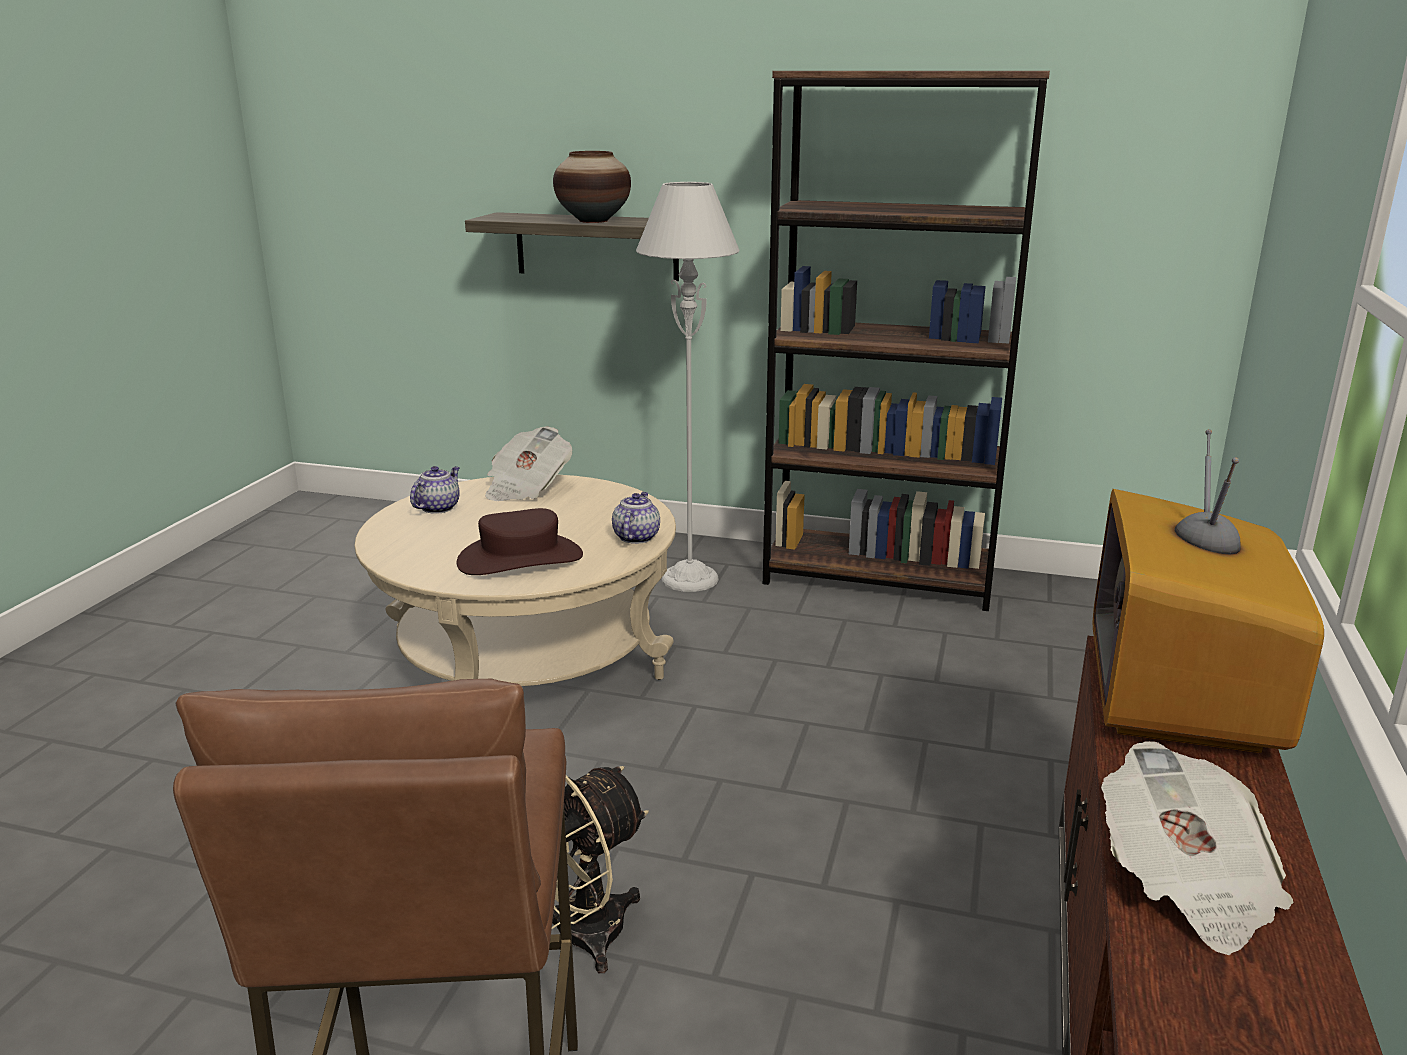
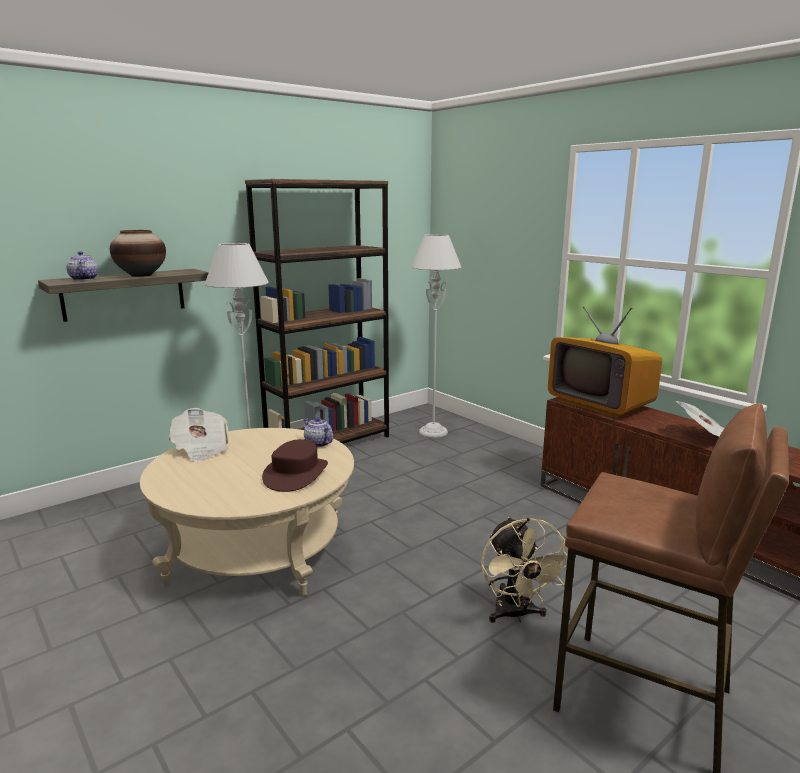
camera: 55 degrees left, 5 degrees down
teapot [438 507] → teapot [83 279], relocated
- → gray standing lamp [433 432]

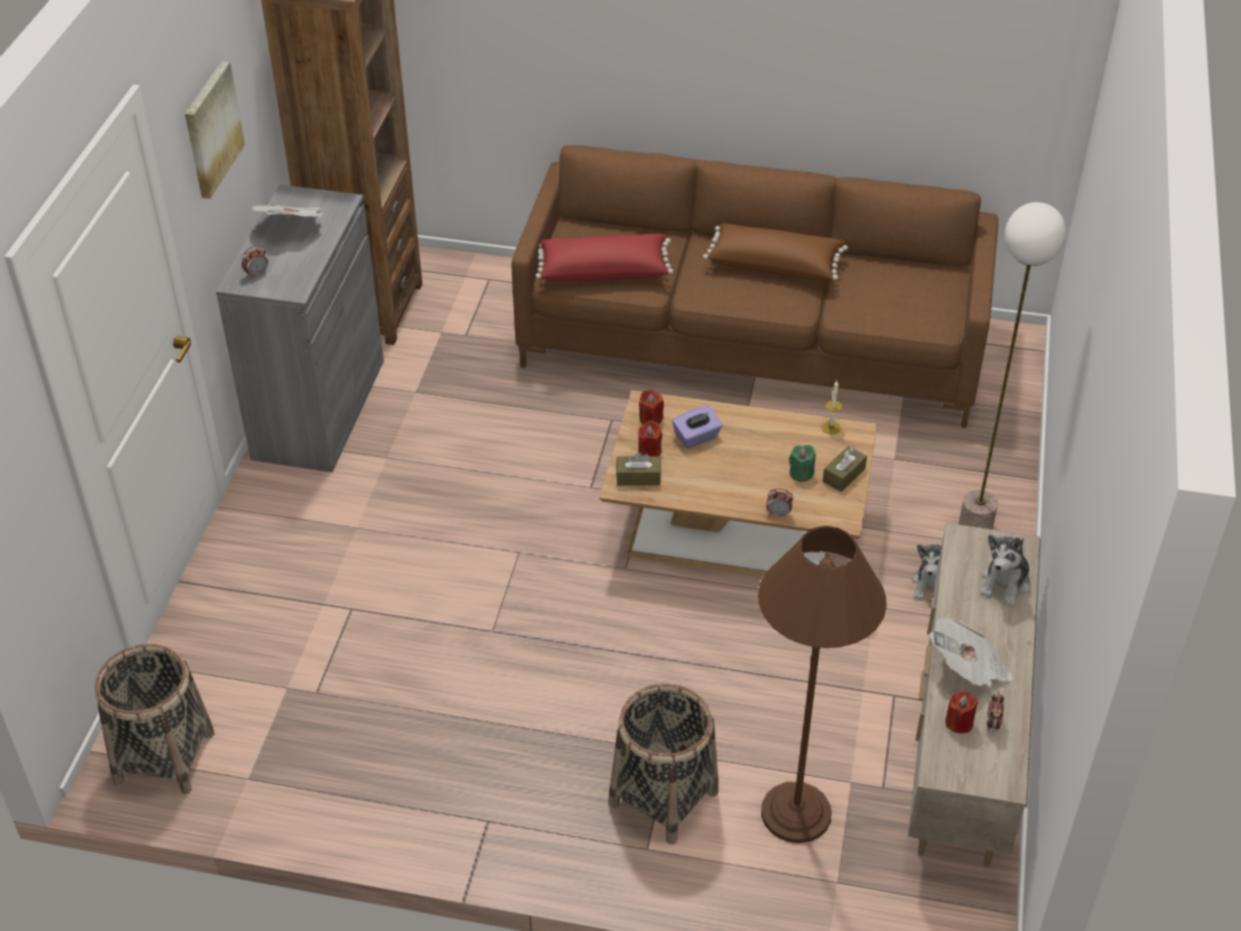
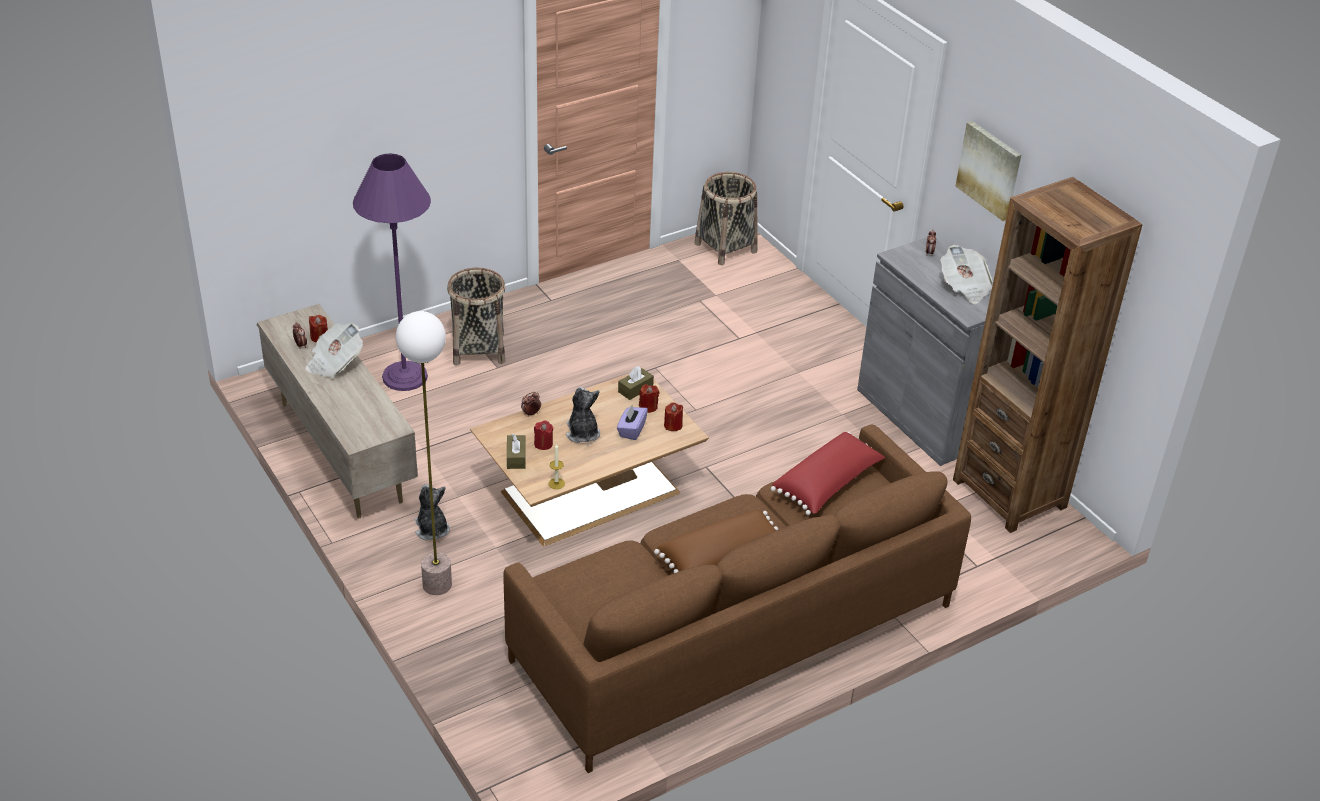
camera: 135 degrees right, 5 degrees down
brownish standing lamp [796 812] → purple-coloured standing lamp [405 377]
green-coloured candle [801 473] → red candle [543 444]
soft toy [1005 584] → soft toy [582 433], relocated

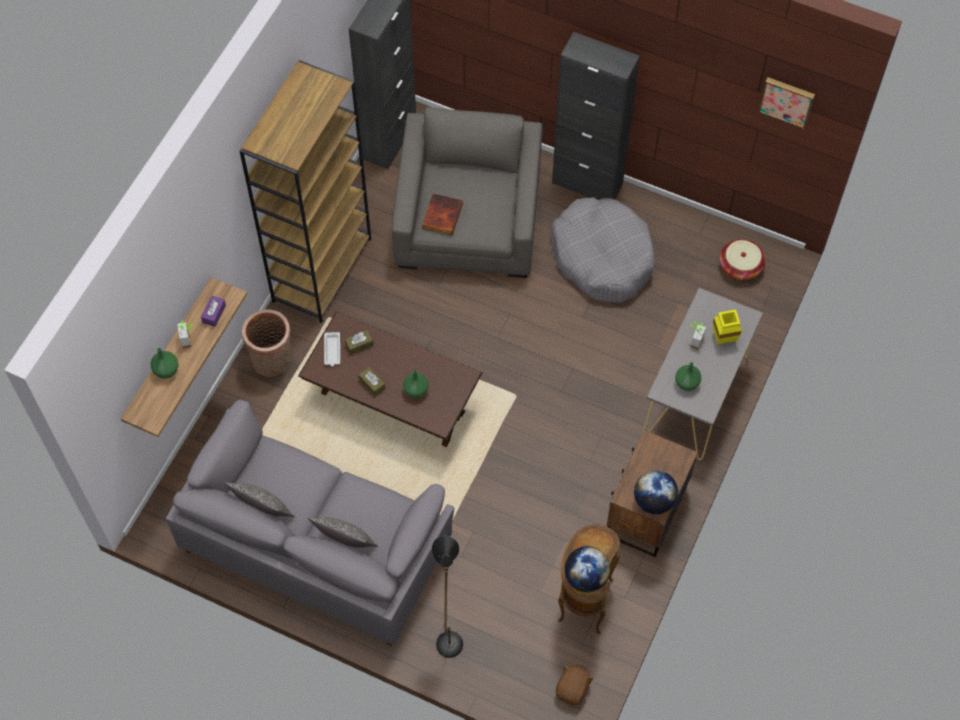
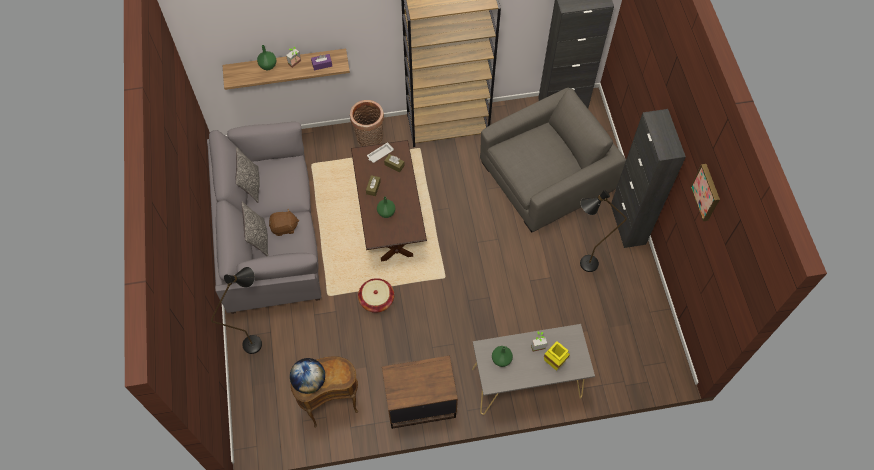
camera: 55 degrees right, 0 degrees up
book [441 215] → -
gray dog cushion [602 257] → blackish standing lamp [582 265]
brownish soft toy [573 689] → brownish soft toy [284 227], relocated
globe [654 501] → -
household basket [740 266] → household basket [376 300], relocated
wall picture [787 101] → wall picture [707 192], relocated

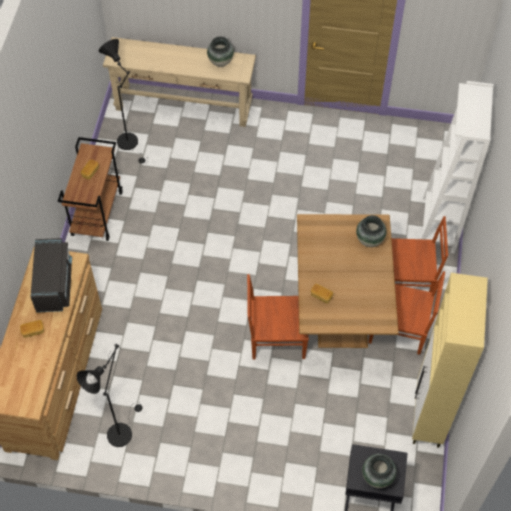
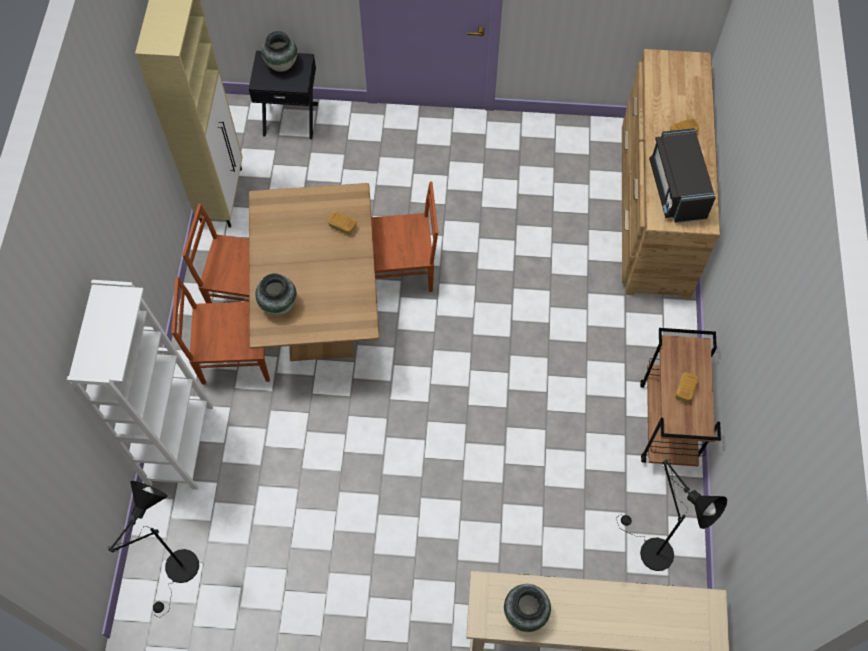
camera: 175 degrees right, 5 degrees up
blackish standing lamp [121 430] → blackish standing lamp [180 573], relocated

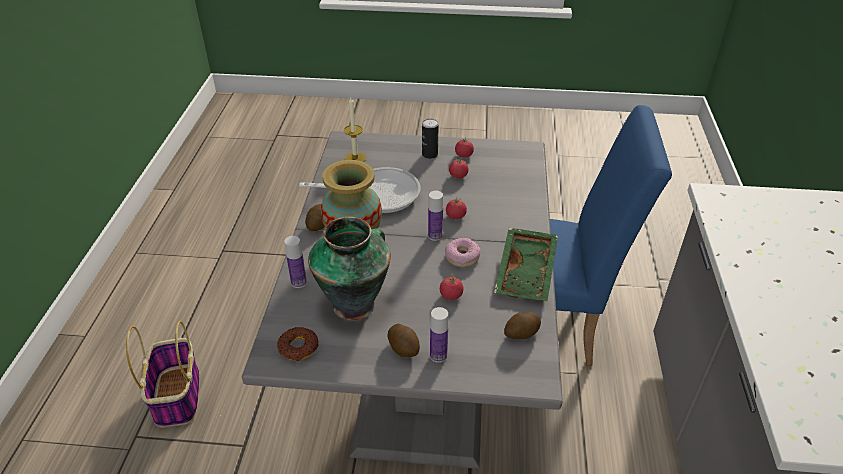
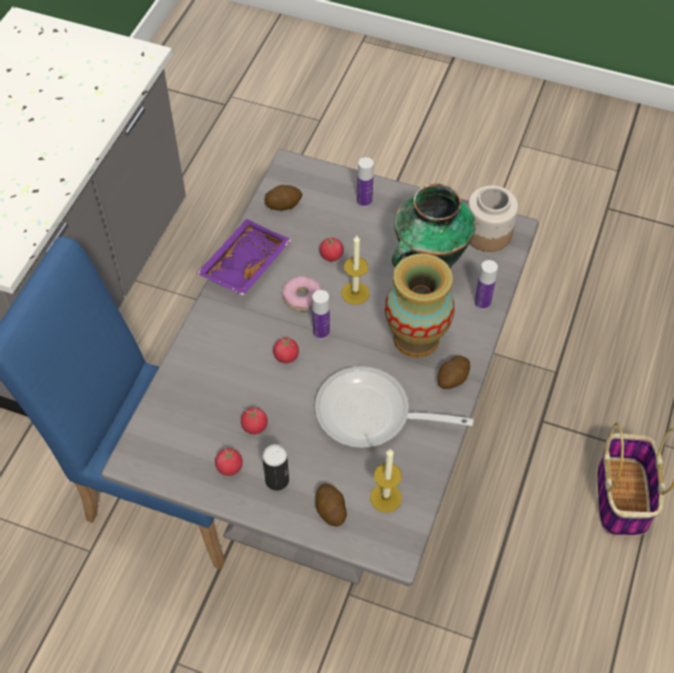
camera: 165 degrees left, 15 degrees up
ring doughnut [298 347] → storage jar [487 233]
spud [404 348] → spud [330 510], relocated
green-coloured serving tray [527 273] → purple-coloured serving tray [244 264]
- → candle [355 293]

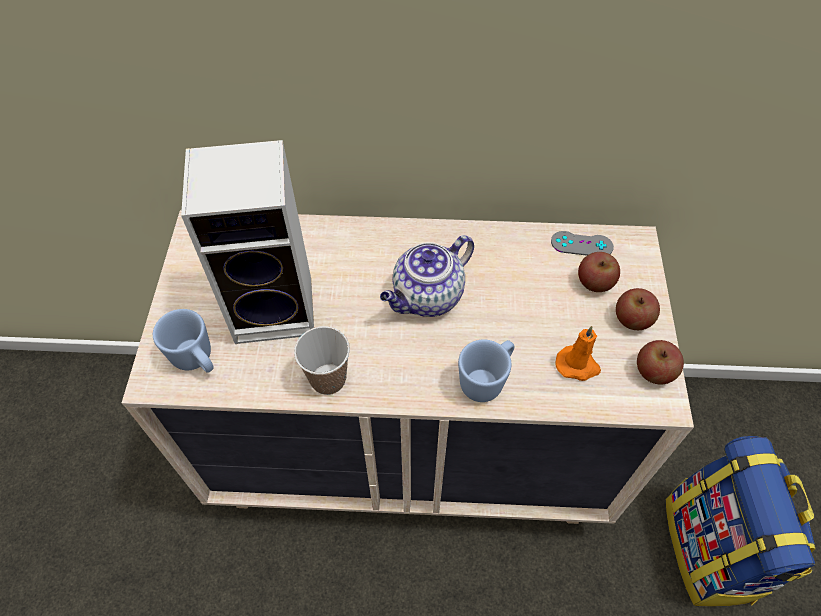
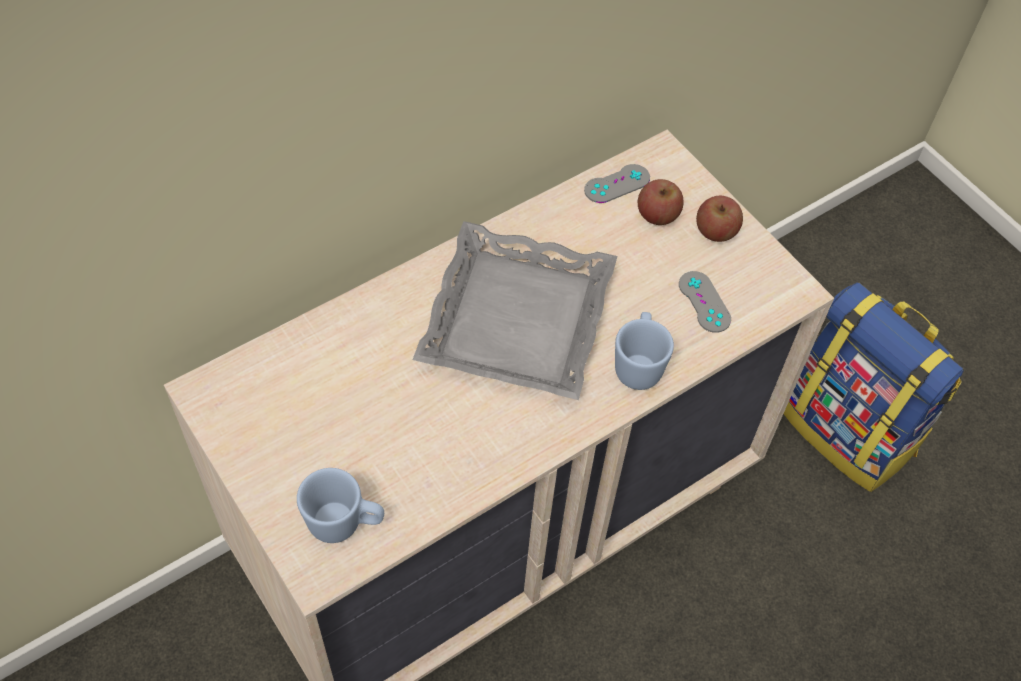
camera: 40 degrees left, 0 degrees up
speaker [278 307] → -
drinking cup [328 379] → -
teapot [427 297] → gray serving tray [519 320]
orangey candle [578 365] → gray gamepad [704 302]
apple [654 371] → -

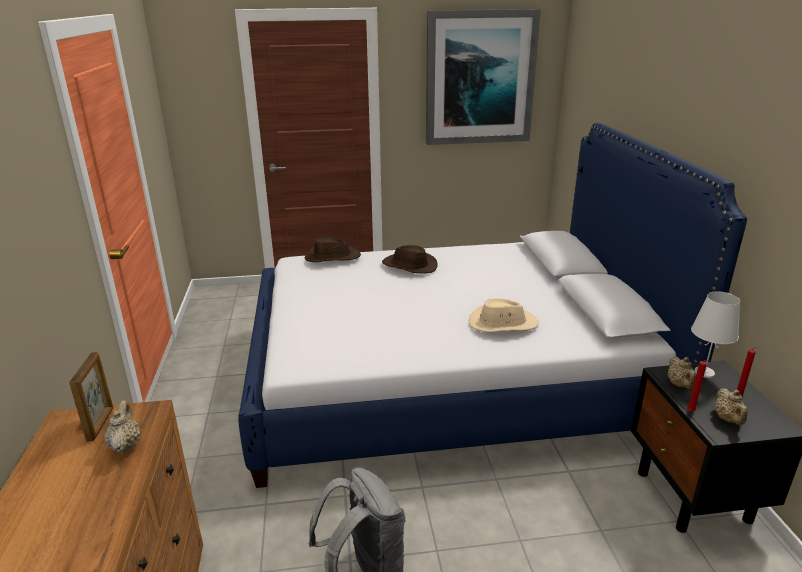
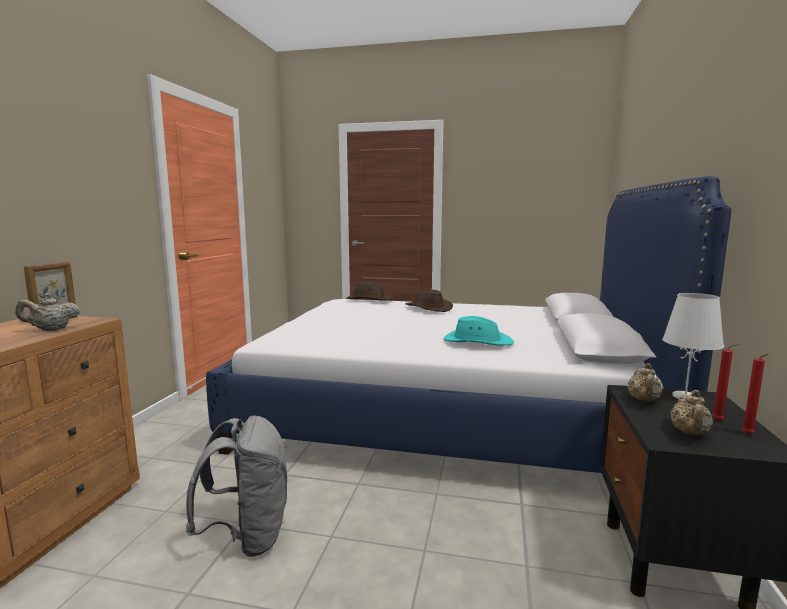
camera: 20 degrees right, 15 degrees down
beige teapot [126 445] → beige teapot [51 330], 120 degrees counterclockwise
wall picture [479 78] → -
beige clothing hat [502 323] → turquoise clothing hat [477 342]
red candle [691 412] → red candle [749 435], relocated

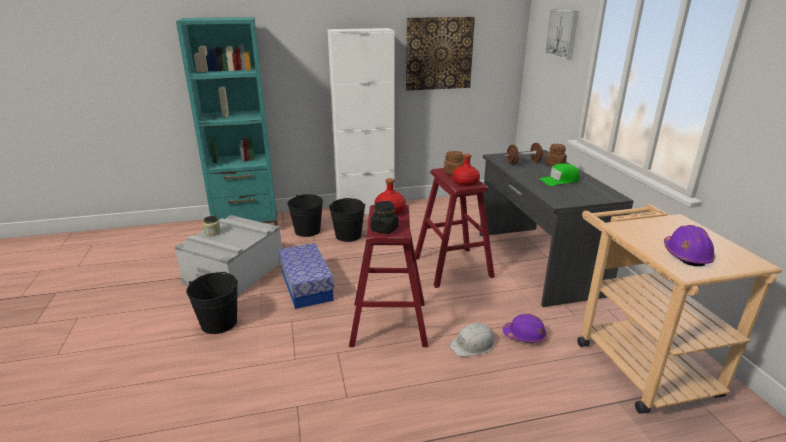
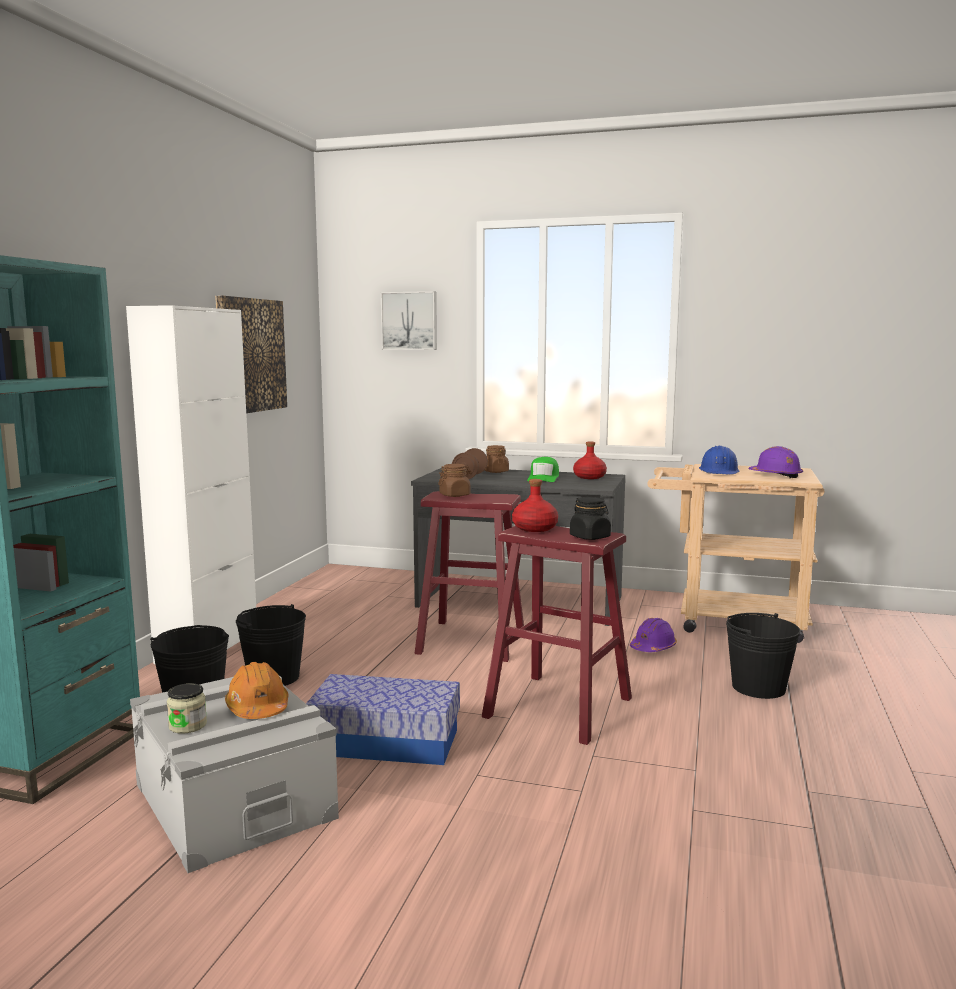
camera: 60 degrees left, 15 degrees down
blackish pail [219 323] → blackish pail [758 687], relocated
white hard hat [473 344] → -
red drink bottle [465 182] → red drink bottle [589 477], relocated
- → orangey hard hat [257 708]
- → blue hard hat [719 471]

